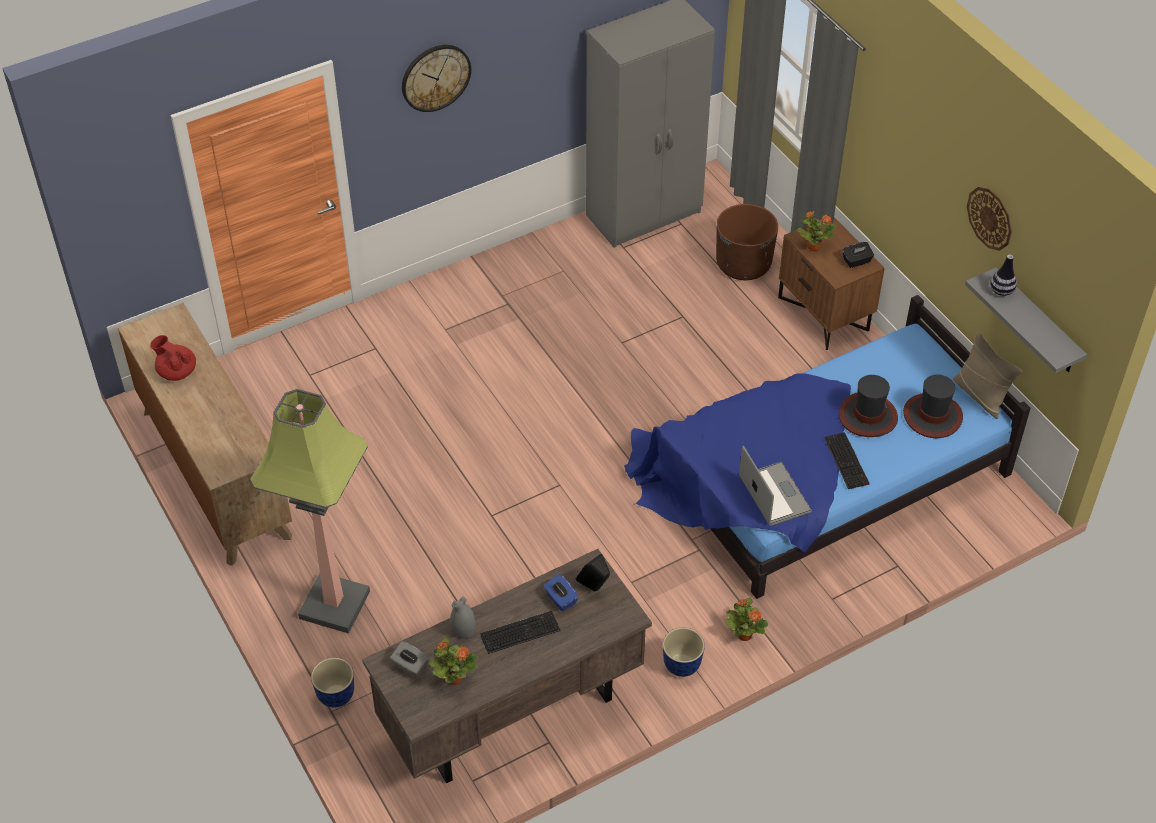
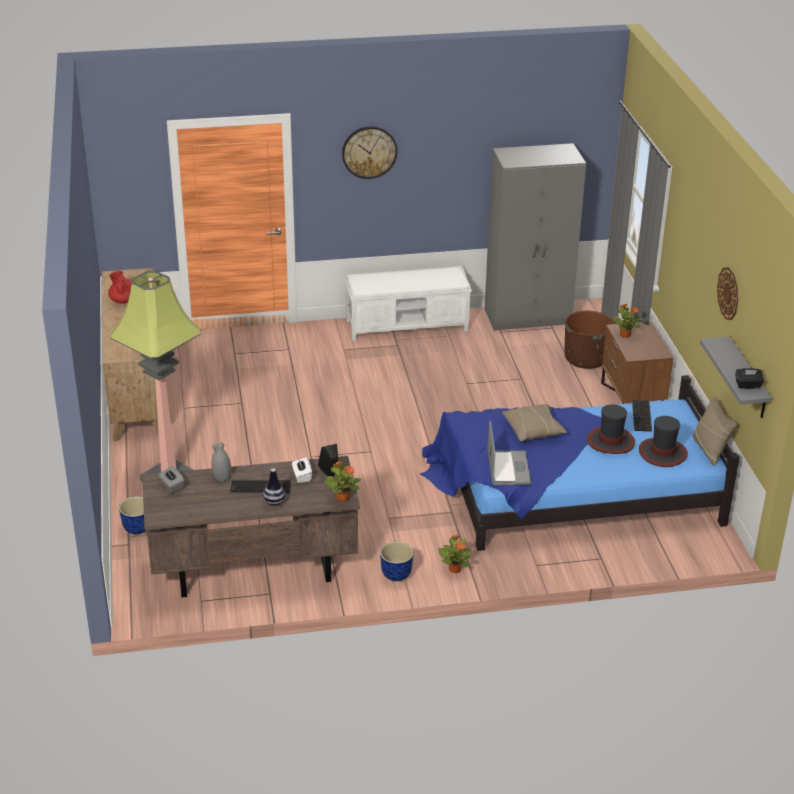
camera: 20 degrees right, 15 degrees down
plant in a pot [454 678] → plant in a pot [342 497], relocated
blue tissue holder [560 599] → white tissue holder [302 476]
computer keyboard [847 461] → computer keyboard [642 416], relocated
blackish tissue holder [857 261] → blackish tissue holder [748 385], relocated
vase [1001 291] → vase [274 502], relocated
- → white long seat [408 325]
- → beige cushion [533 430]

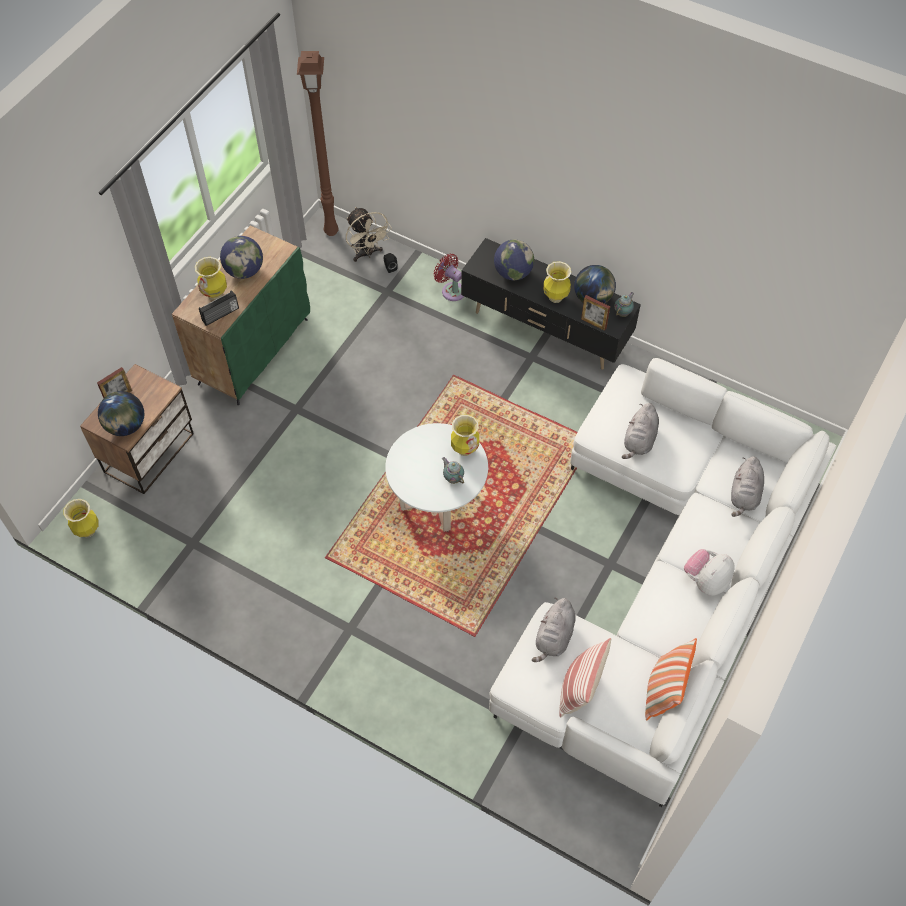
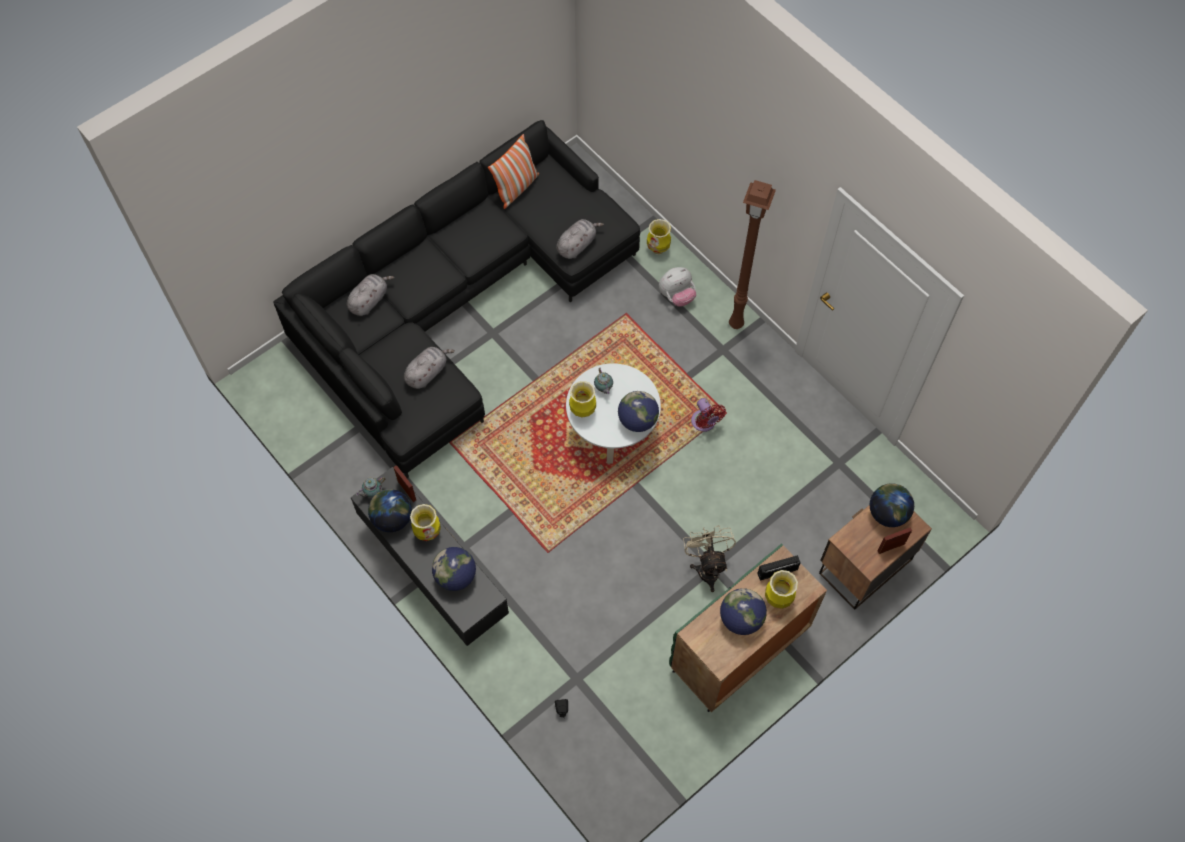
camera: 160 degrees left, 5 degrees up
vase [87 531] → vase [658 249], relocated
brownish standing lamp [332 231] → brownish standing lamp [734 324], relocated
beige fan [367 254] → beige fan [707 567], relocated
red fan [451 290] → red fan [704 423], relocated
white settee [664 582] → blackish settee [457 305]
cushion [579 688] → -
soft toy [706 580] → soft toy [676 296], relocated
- → globe [637 420]

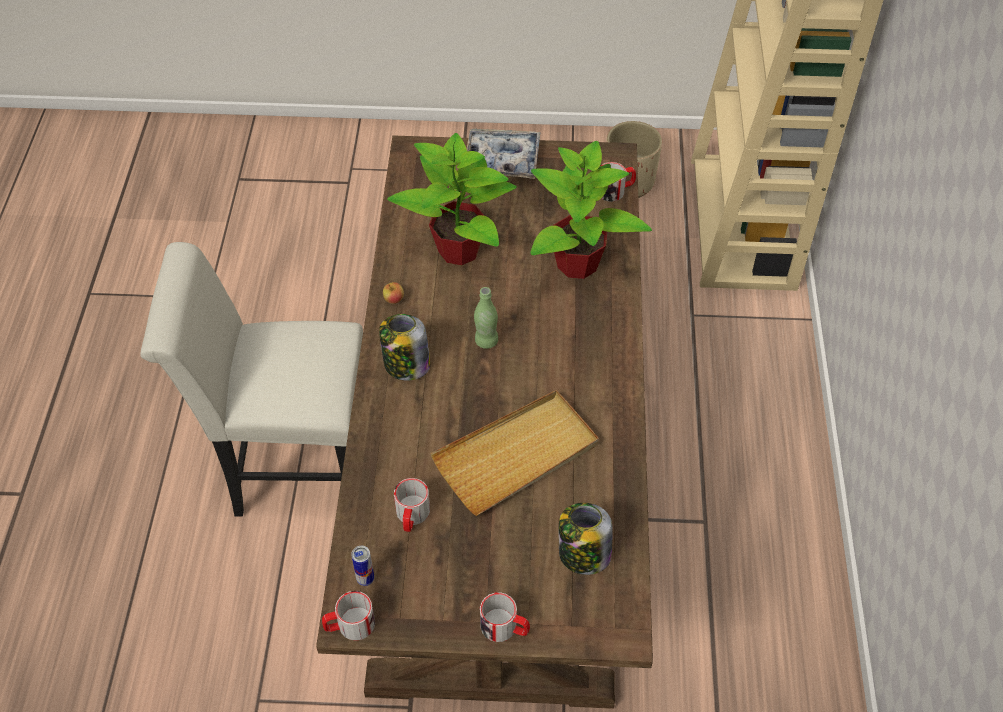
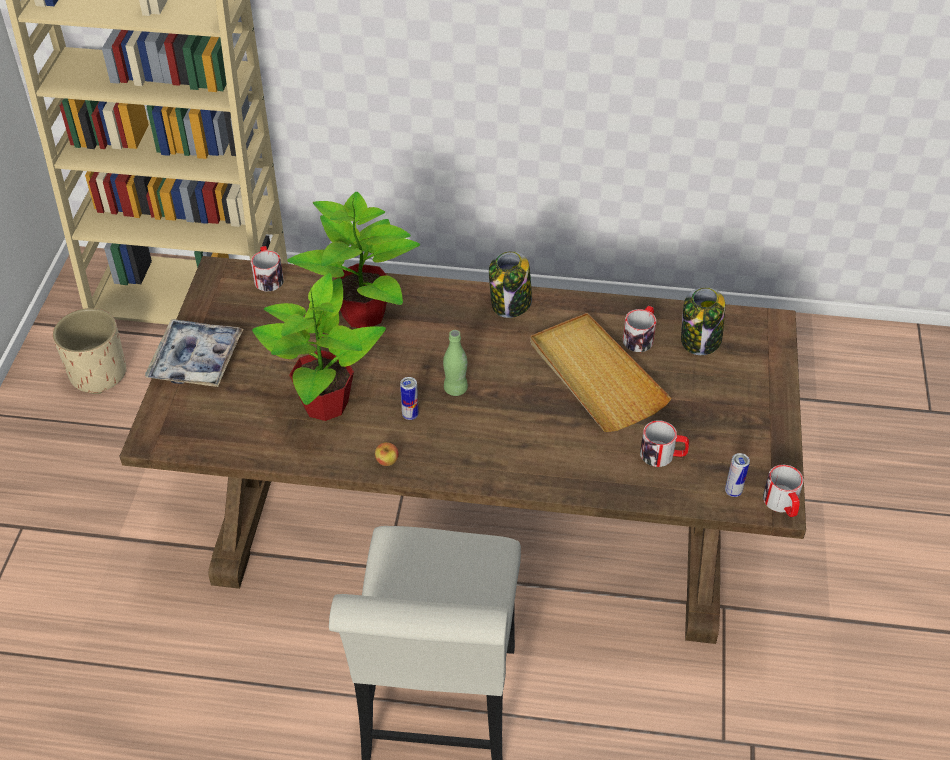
camera: 85 degrees left, 5 degrees down
storage jar [406 365] → storage jar [510 304], relocated
tea mug [505 627] → tea mug [640 337], relocated
- → sealed can [410 415]

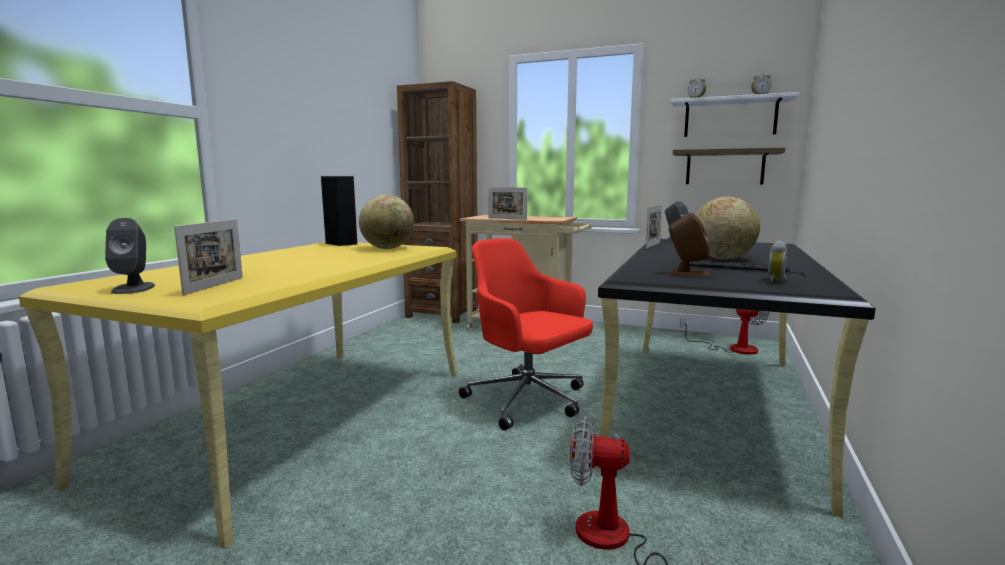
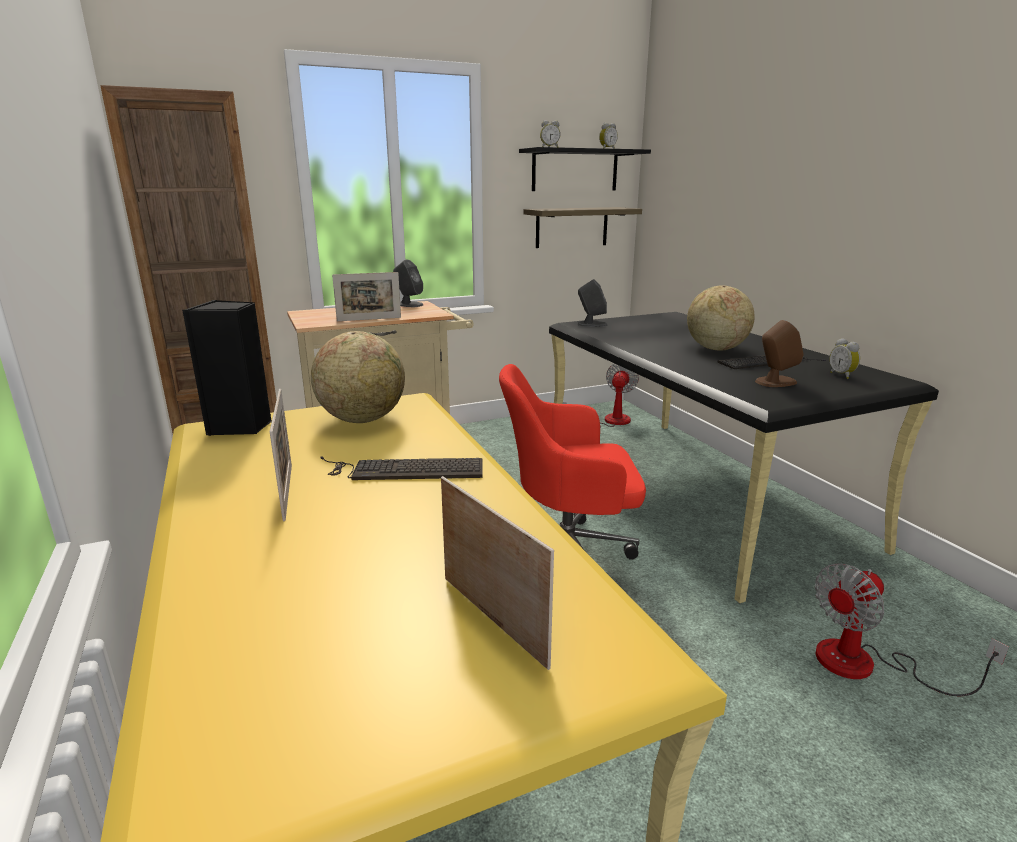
camera: 45 degrees left, 10 degrees up
gray speaker [133 288] → gray speaker [408 304], relocated
standing frame [652 245] → standing frame [287 491], relocated
white bracket shelf [730 118] → blackish bracket shelf [575 170]
- → computer keyboard [402 469]

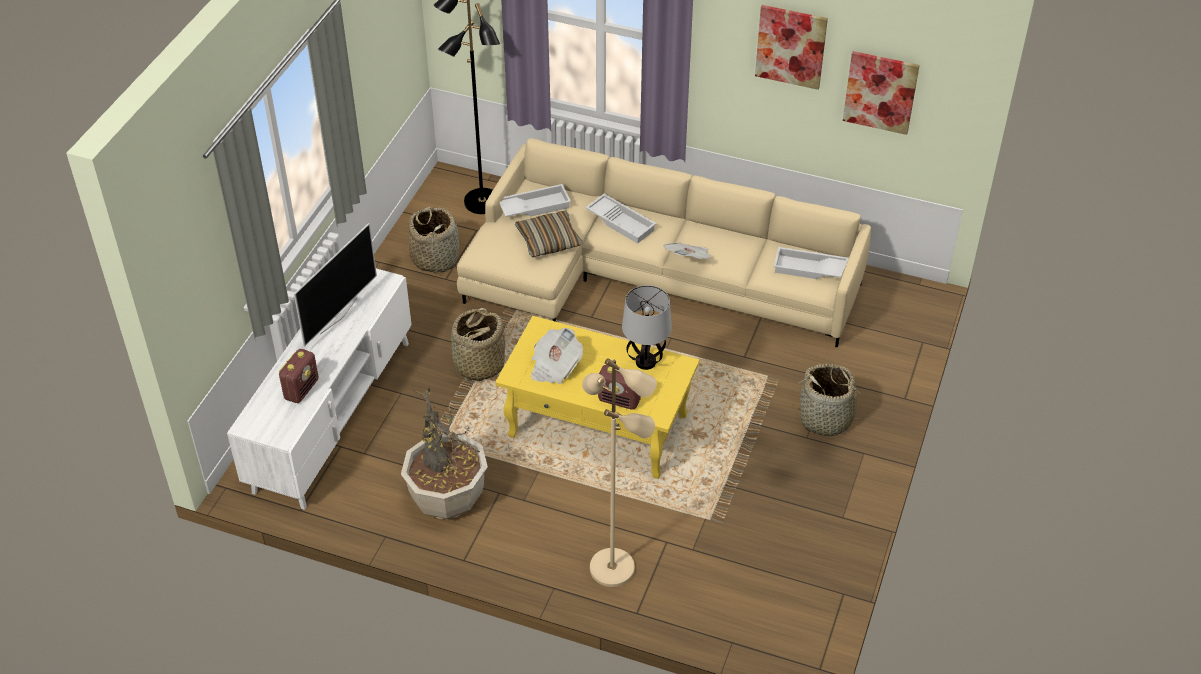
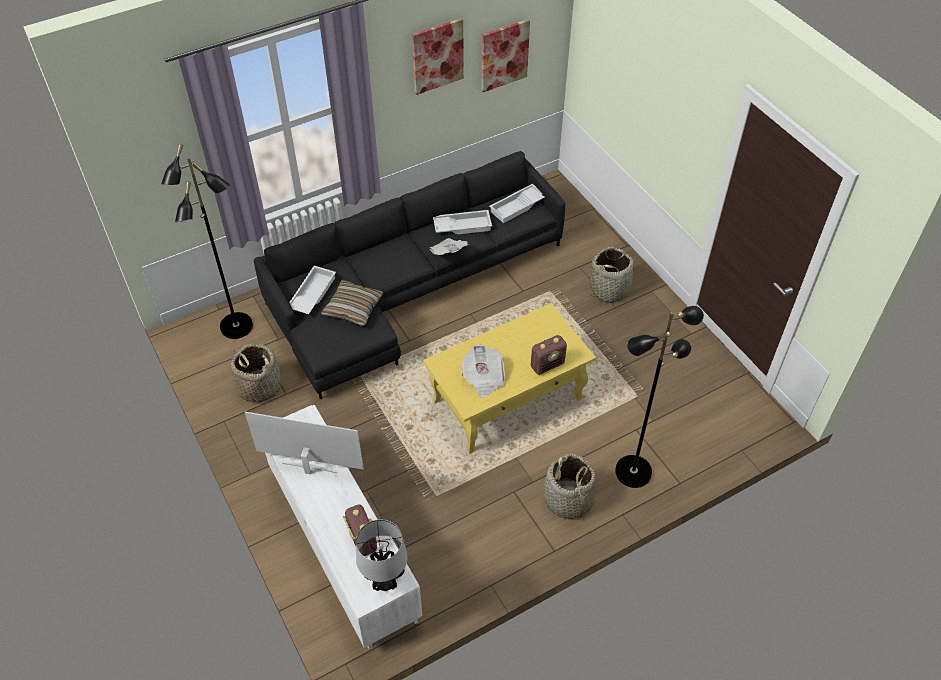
camera: 50 degrees left, 5 degrees up
TV [338 315] → TV [309 469], 60 degrees counterclockwise
plant in a pot [448 499] → -
household basket [478 365] → household basket [568 501], relocated
beige settee [650 276] → blackish settee [407 288]
beige standing lamp [613 567] → blackish standing lamp [633 471]
white serving tray [622 222] → white serving tray [462 225], relocated
lamp for a table [645 362] → lamp for a table [385 582], relocated

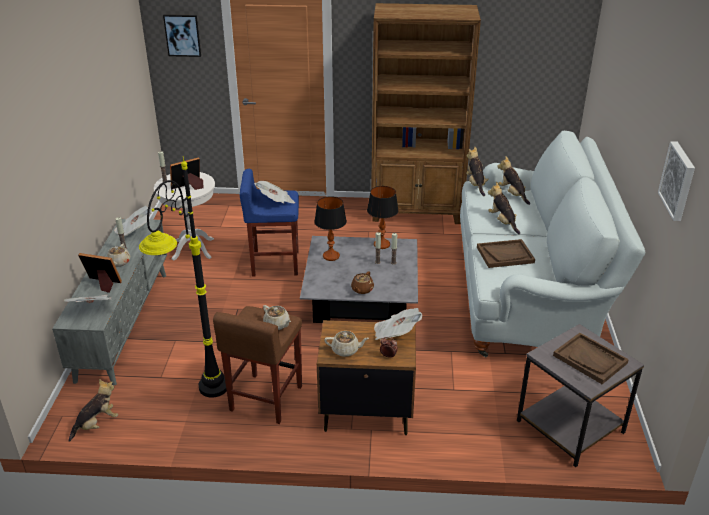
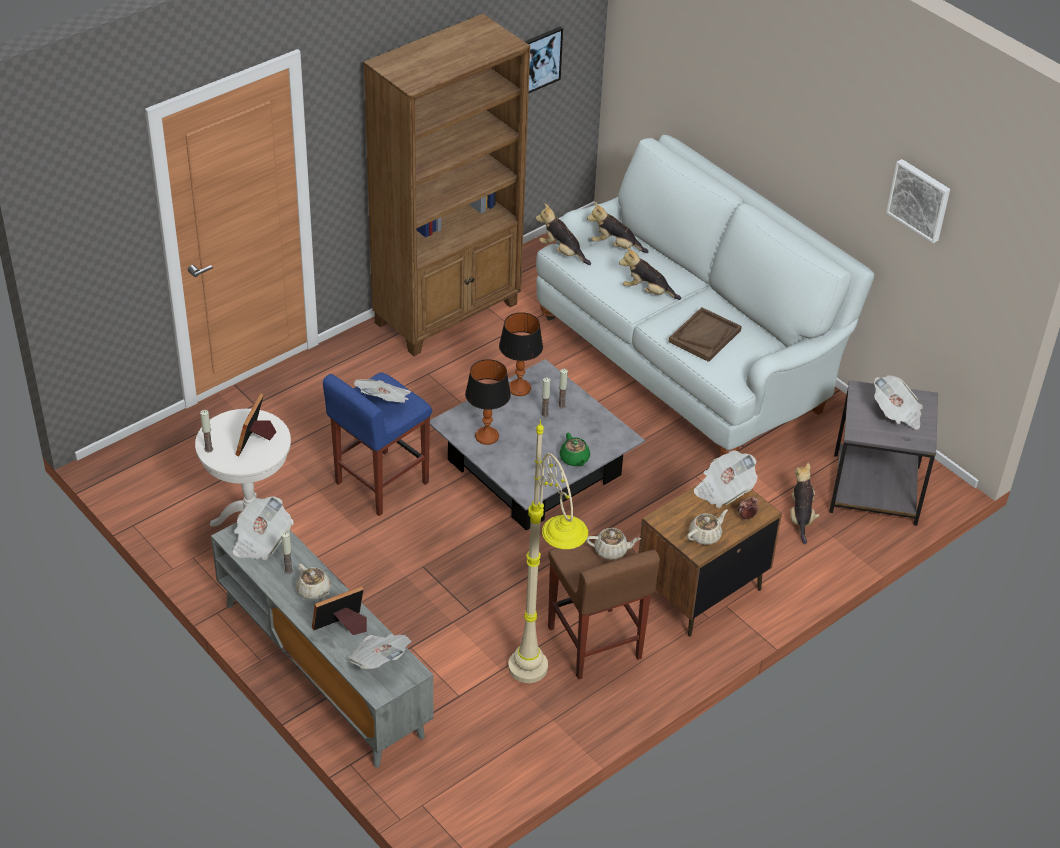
camera: 45 degrees left, 10 degrees up
soft toy [97 424] → soft toy [800 517], relocated
blackish standing lamp [200 404] → beige standing lamp [540 693]
wall picture [182 35] → wall picture [540 59], relocated
brownish teapot [362 289] → green-coloured teapot [574 459]
brownish serving tray [590 359] → daily paper [896 413]

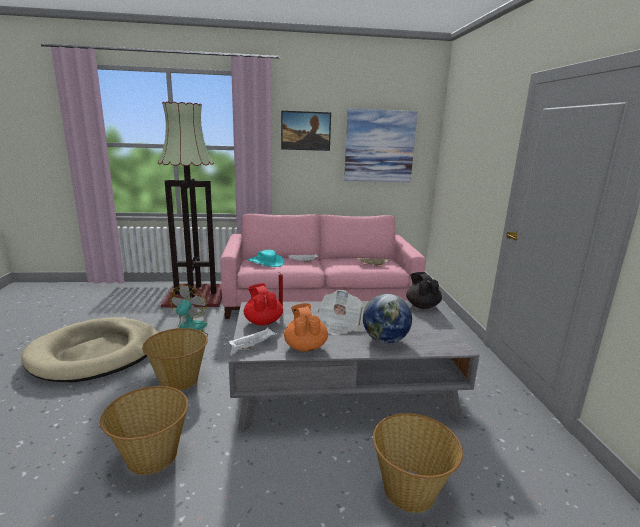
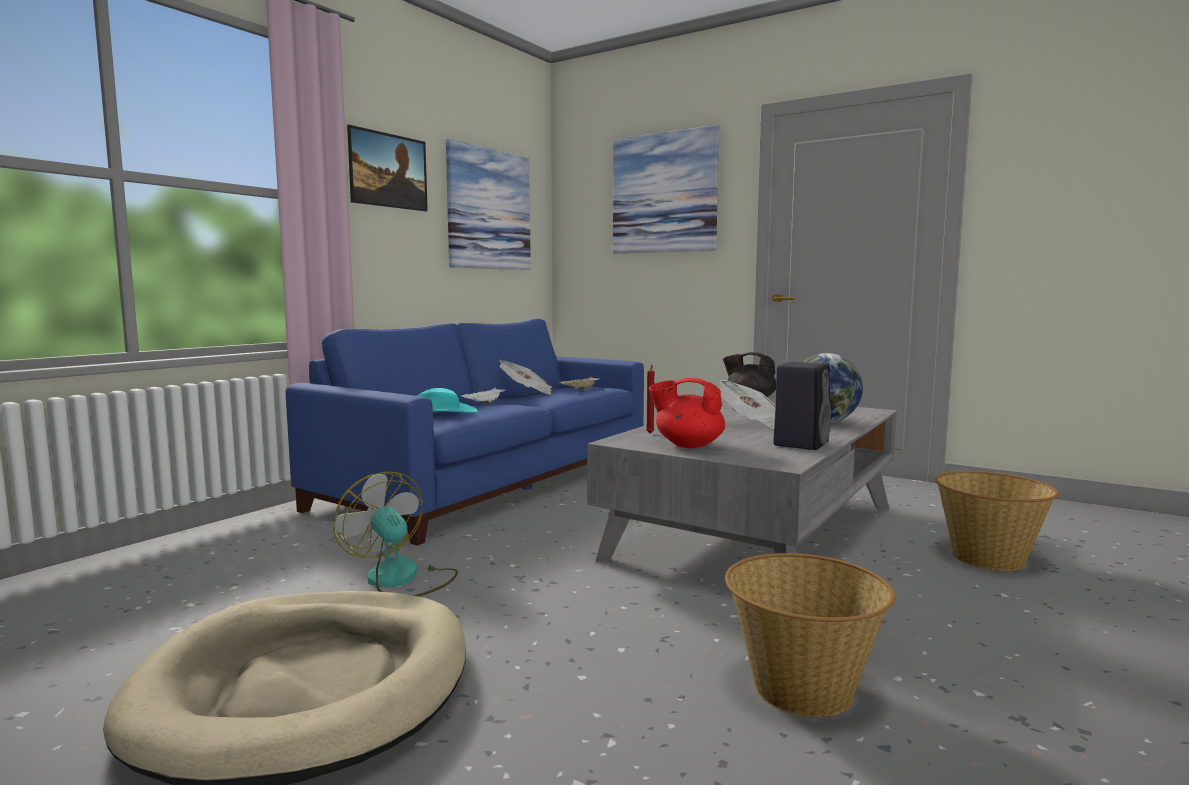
camera: 50 degrees left, 10 degrees down
household basket [179 380] → -
standing lamp [196 295] → -
pink-coloured settee [320 300] → blue settee [495 481]
white serving tray [253 345] → -
orangey teapot [305 346] → blackish speaker [801 443]
- → daily paper [527 392]
- → wall picture [664 193]

